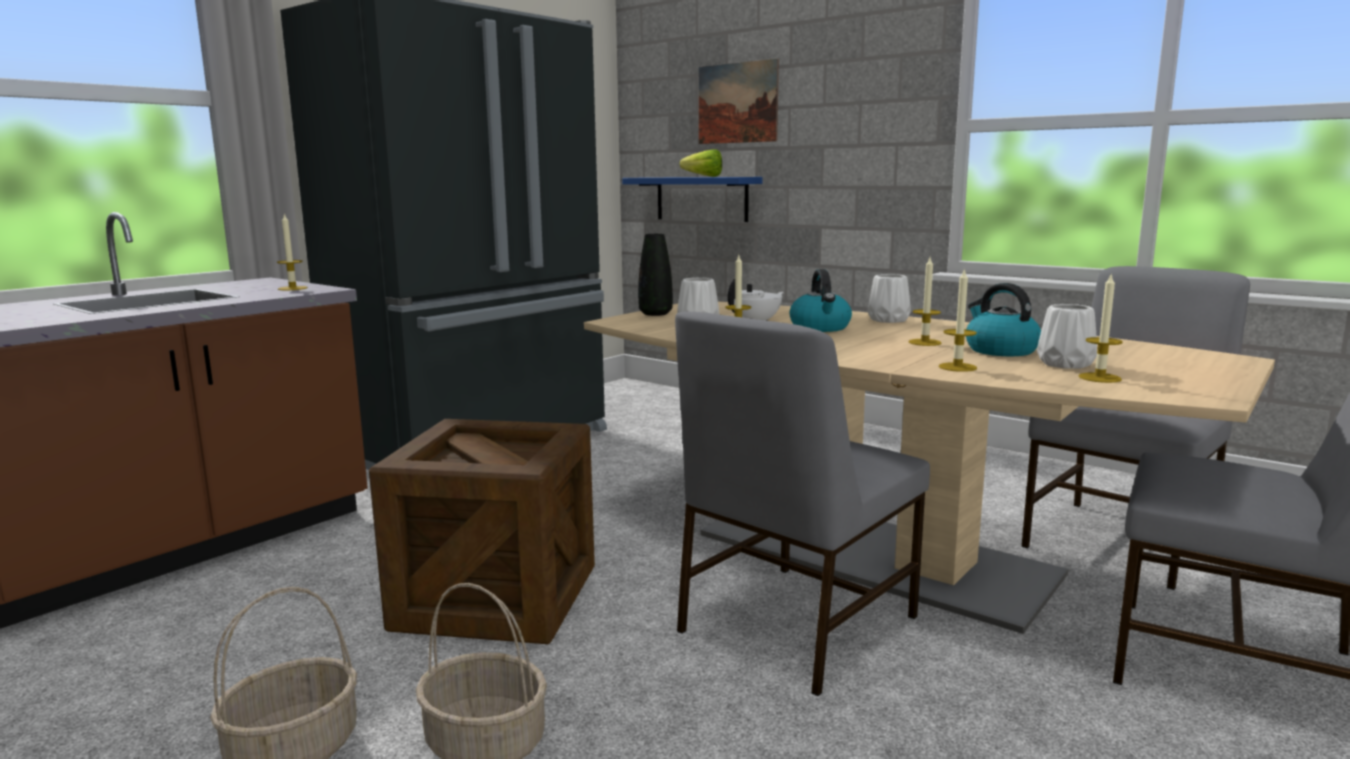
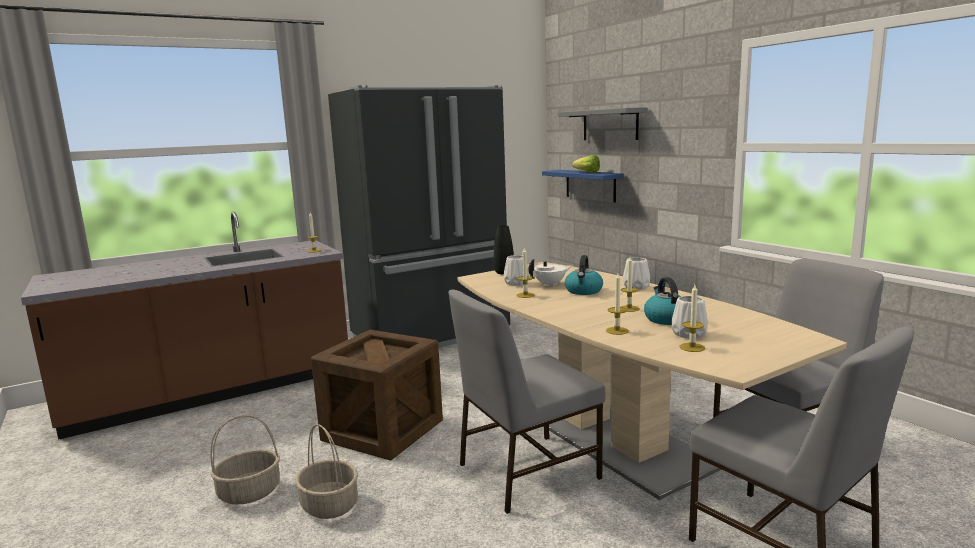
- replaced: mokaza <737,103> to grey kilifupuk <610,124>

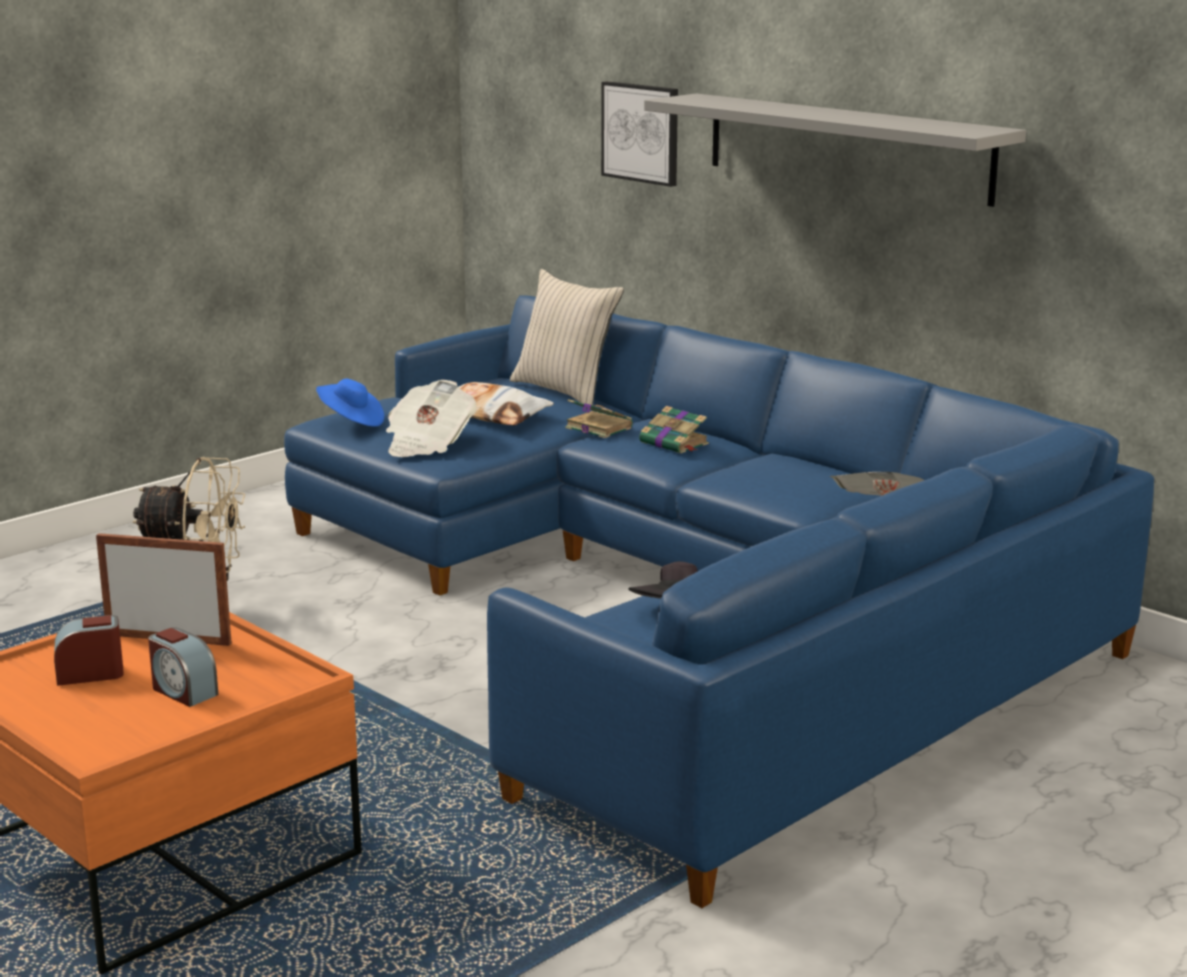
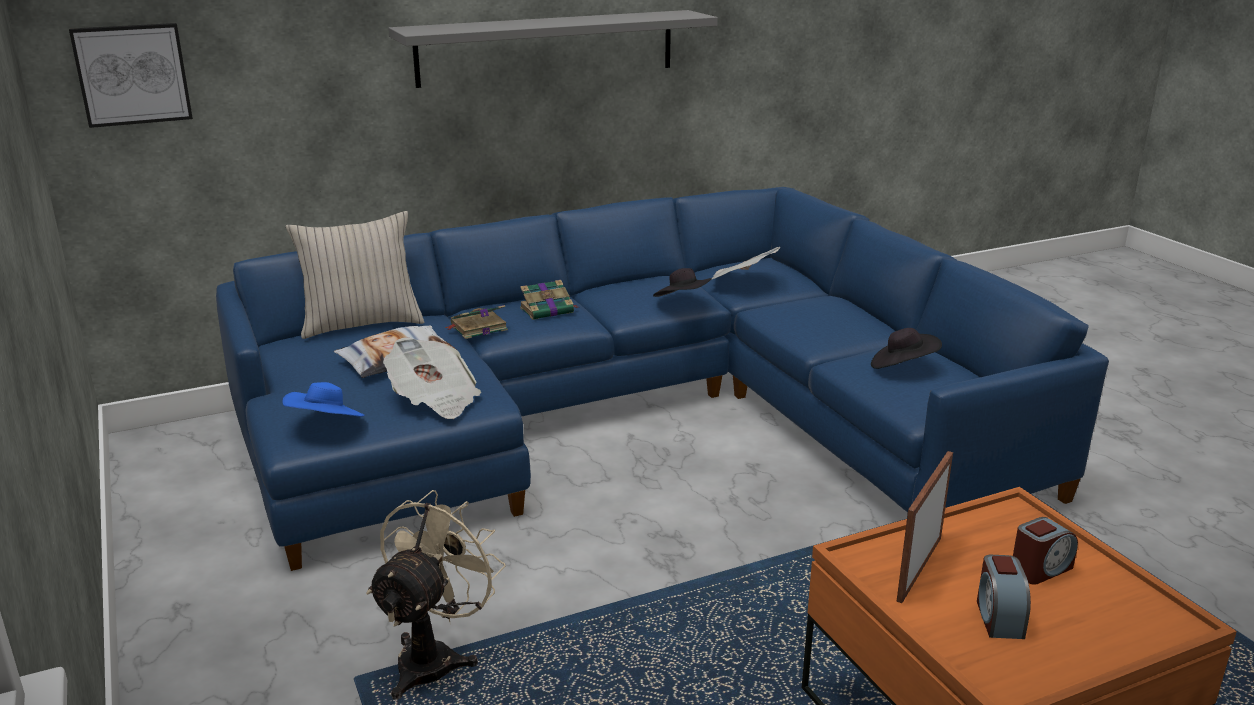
- added: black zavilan <683,302>
- moved: mokaza <641,133> to <132,74>

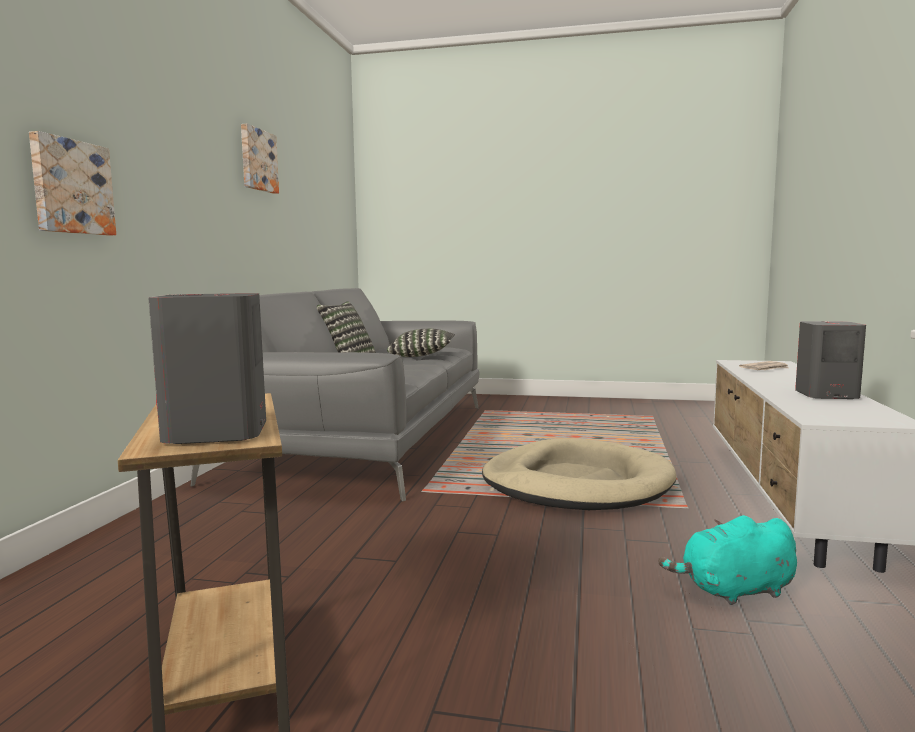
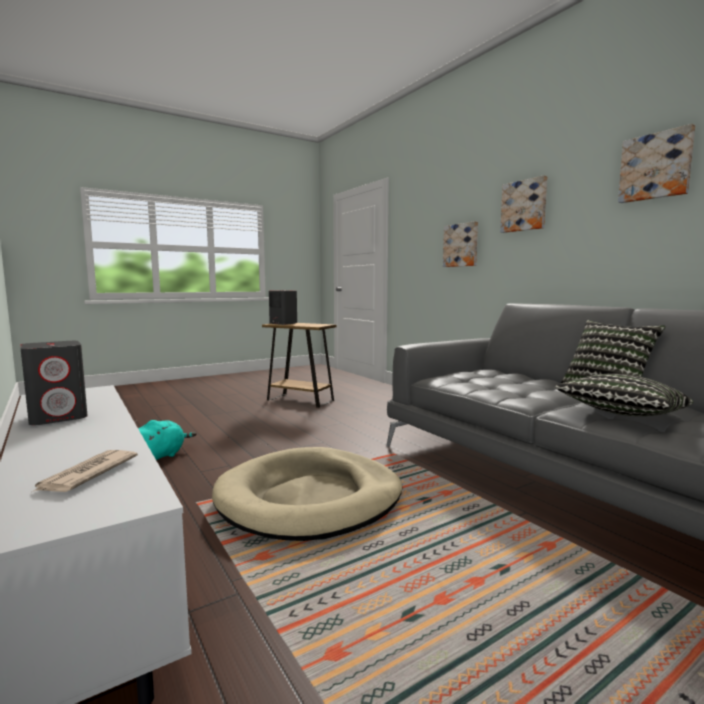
- added: mokaza <524,206>

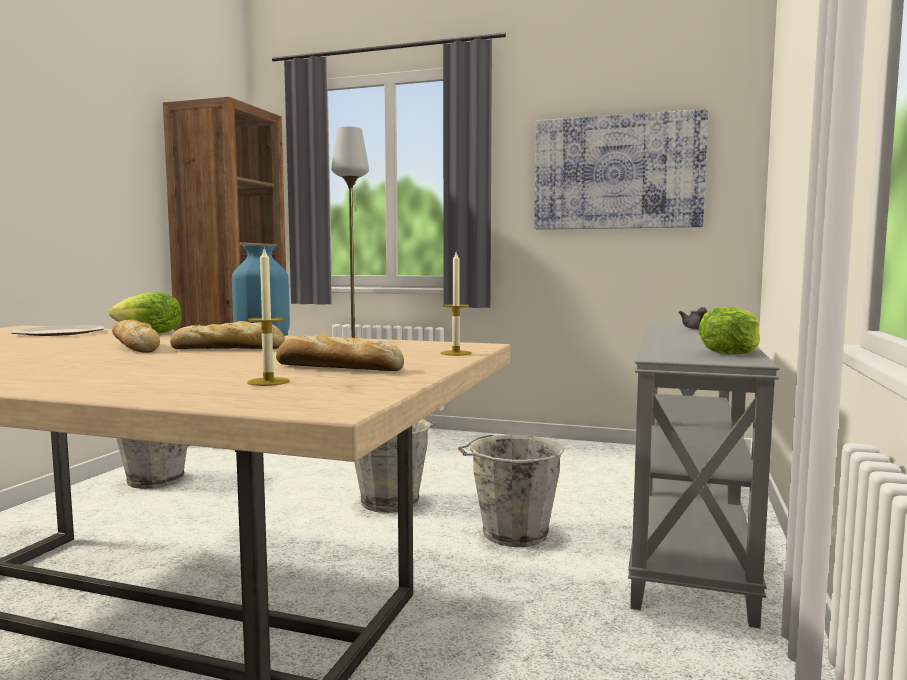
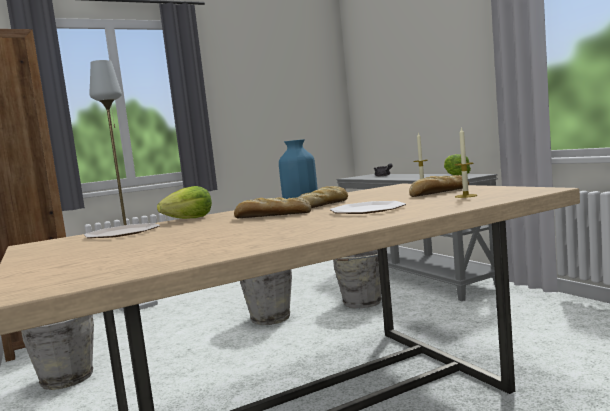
- removed: mokaza <617,173>
- added: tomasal <368,210>

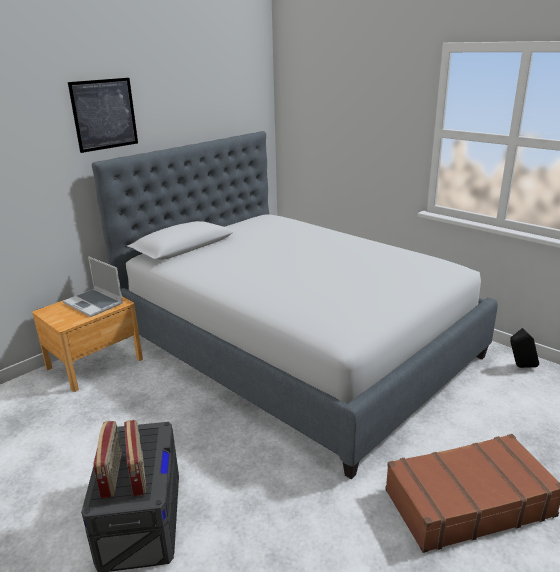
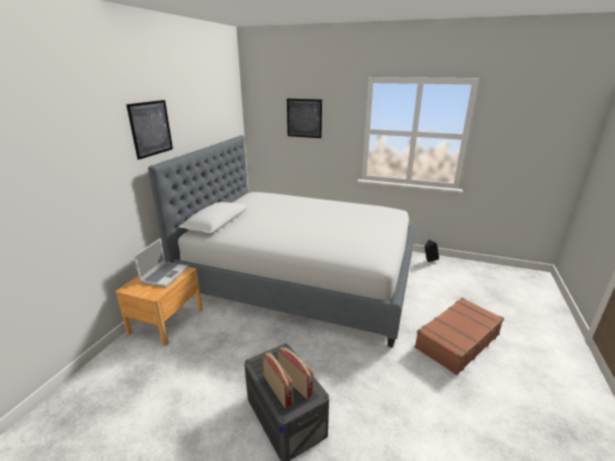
- added: mokaza <304,118>
- turned: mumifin <94,303> = <165,274> 90 degrees counterclockwise

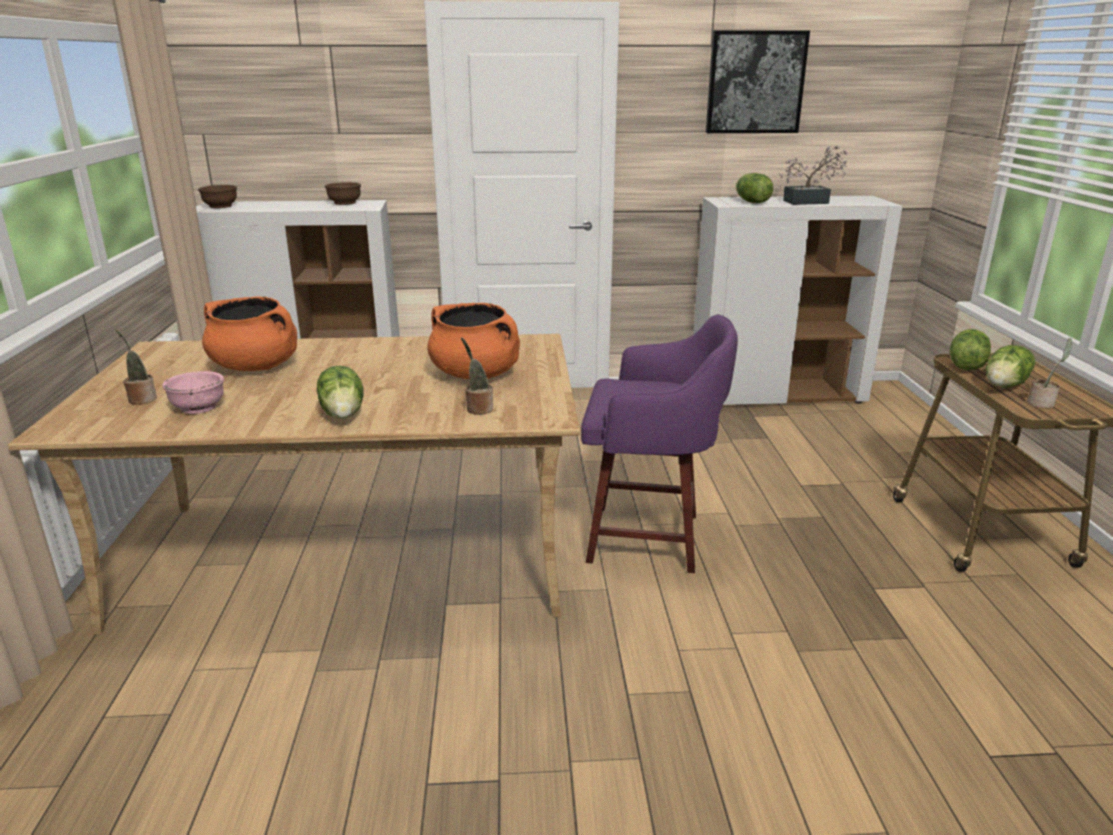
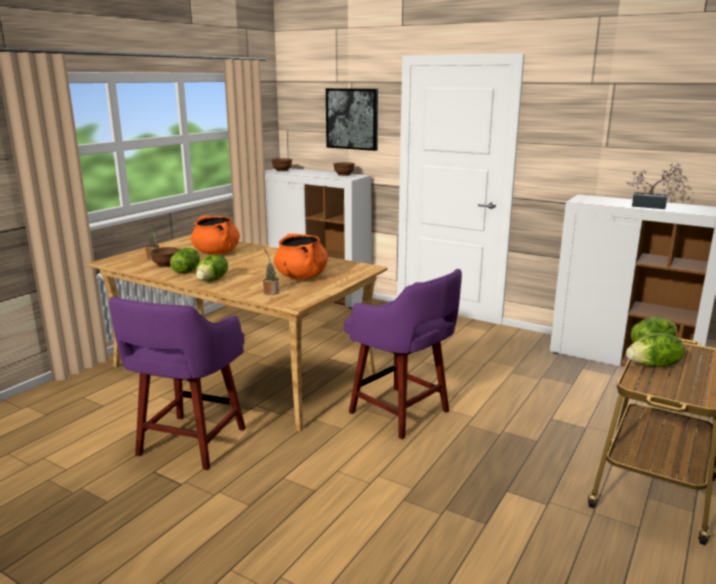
- removed: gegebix <1042,403>
- added: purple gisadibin <190,444>
- moved: mokaza <755,82> to <352,119>
- moved: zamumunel <751,202> to <186,271>
- recoloured: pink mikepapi <198,408> to brown mikepapi <165,265>

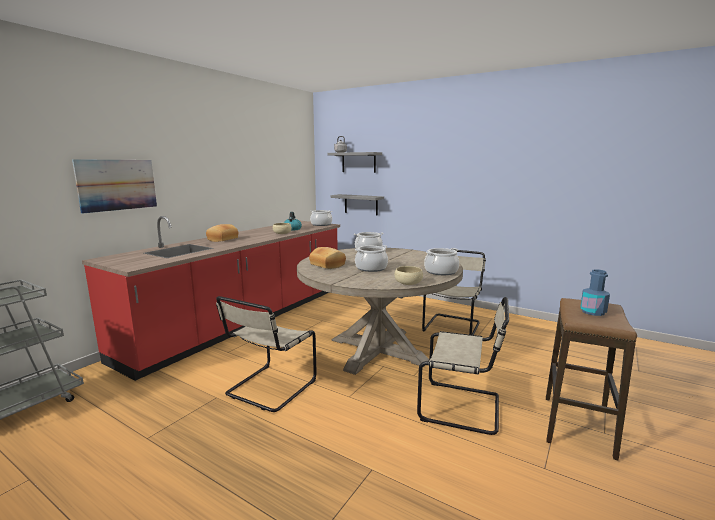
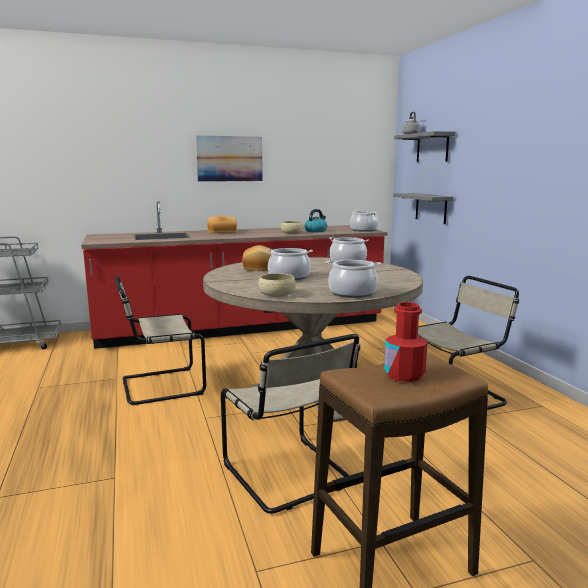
- moved: mokaza <117,185> to <229,158>
- recoloured: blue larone <593,312> to red larone <404,375>

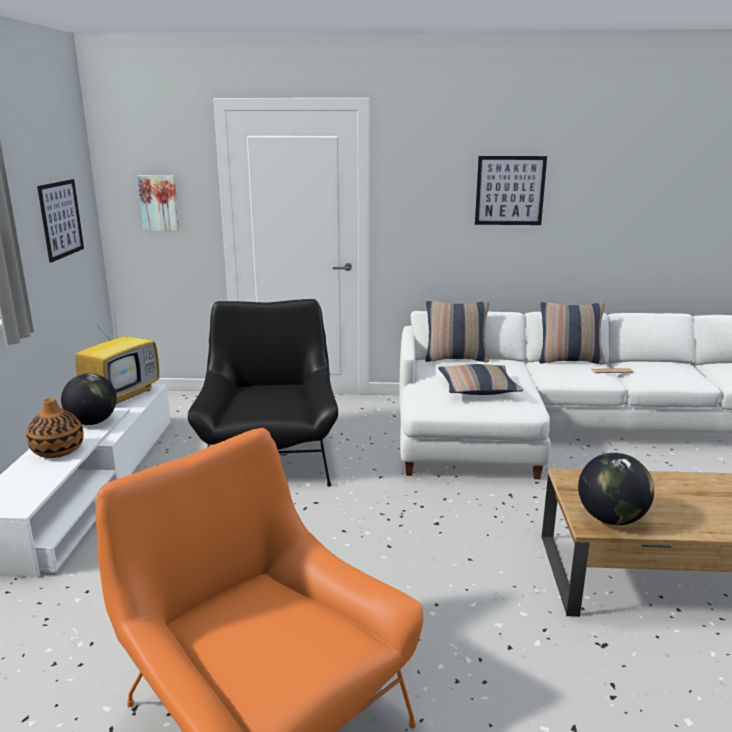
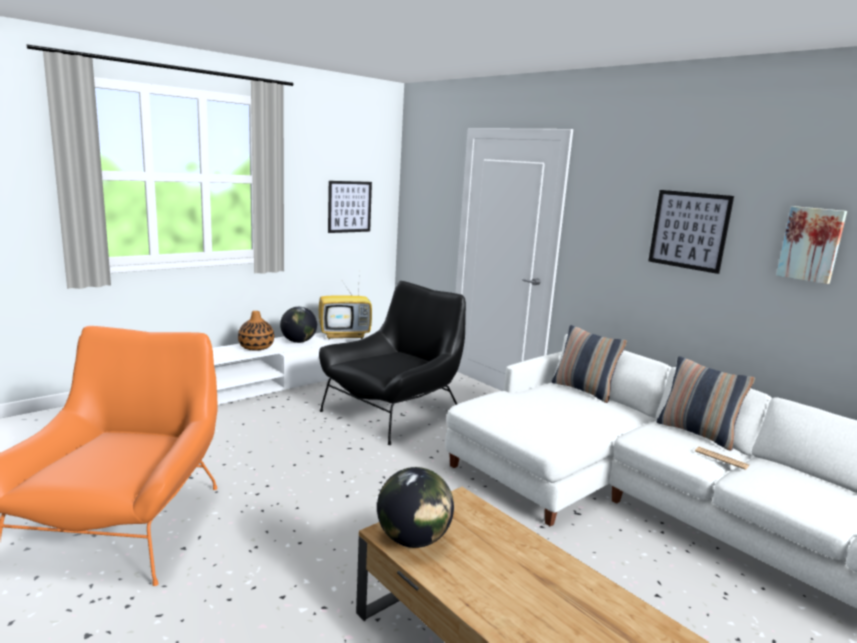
- removed: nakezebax <478,388>
- moved: mokaza <159,203> to <811,244>

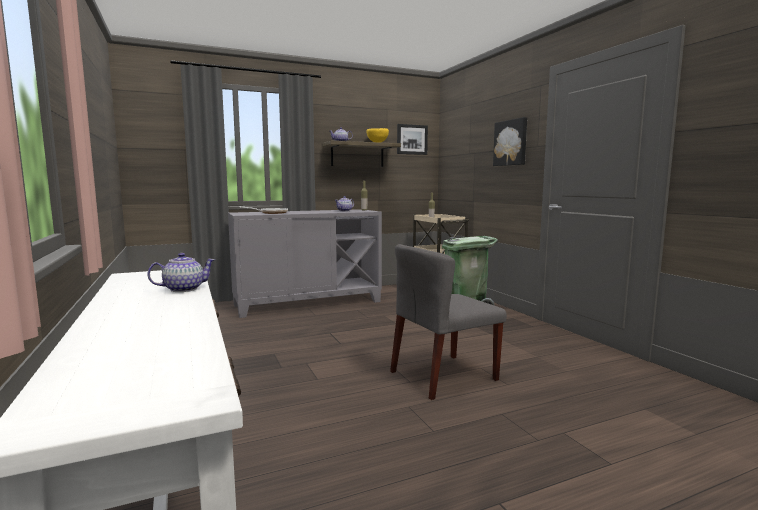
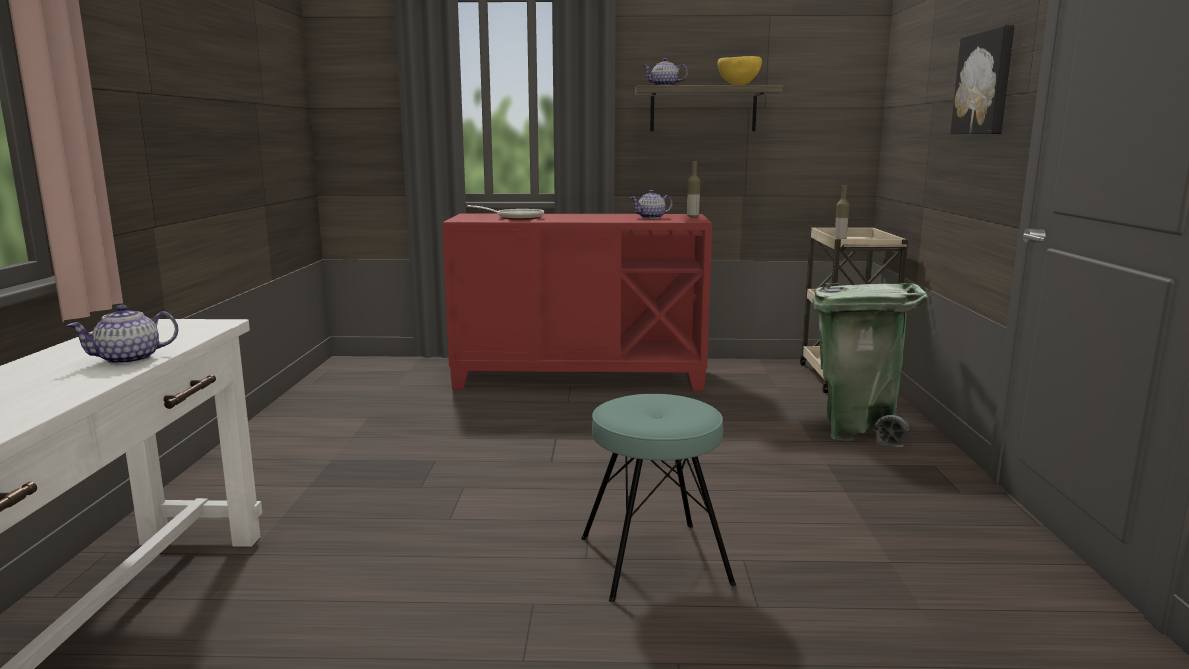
- removed: mokaza <411,139>
- replaced: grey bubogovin <443,376> to turquoise gisadibin <654,560>
- recoloured: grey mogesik <308,303> to red mogesik <579,377>
- turned: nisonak <183,289> = <130,359> 150 degrees clockwise

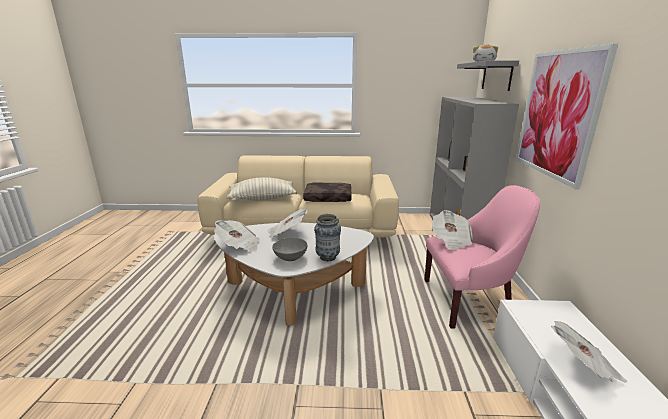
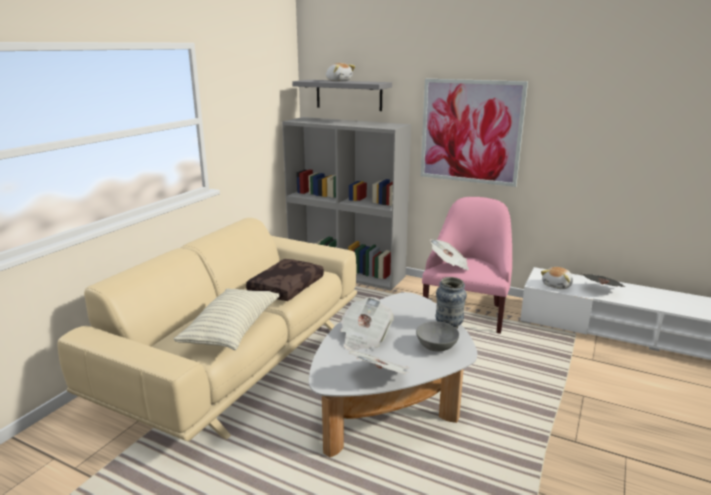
- added: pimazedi <557,285>

